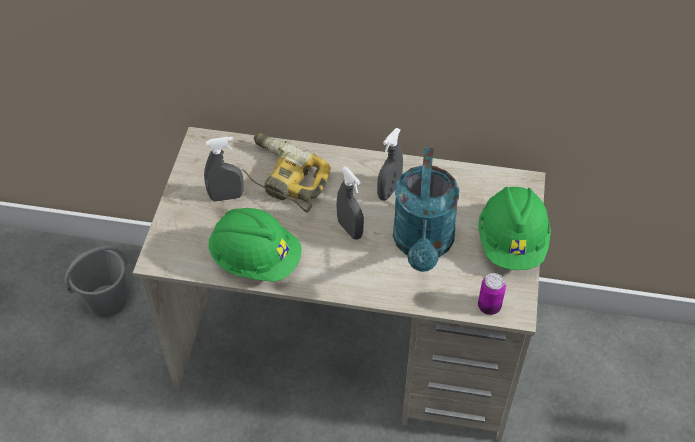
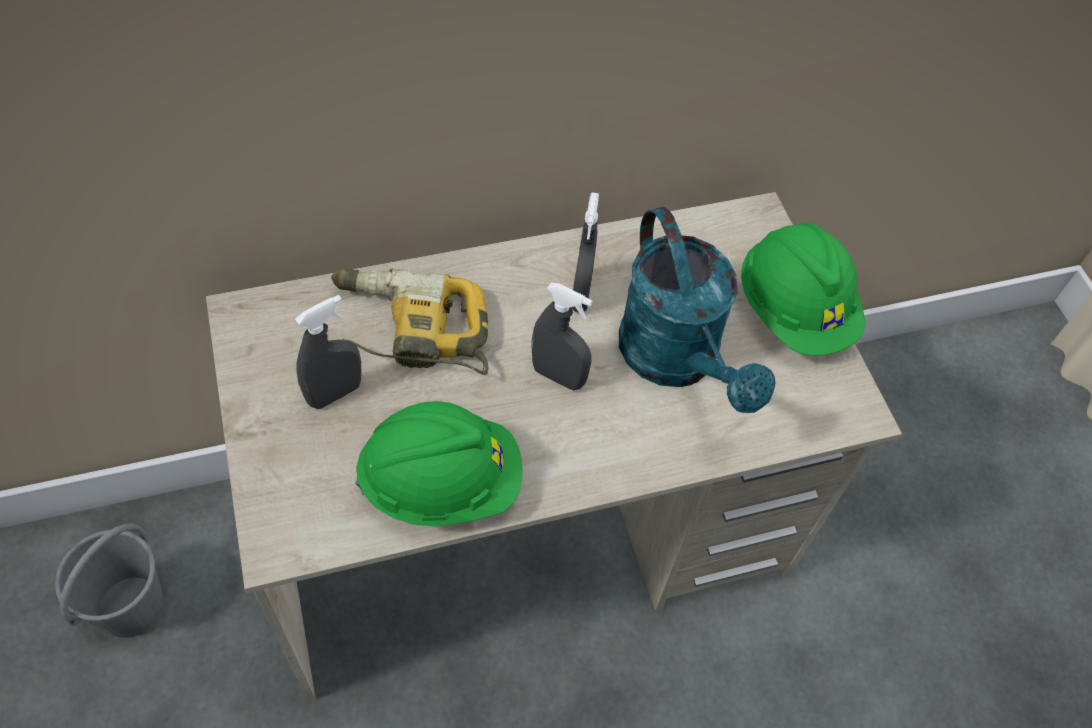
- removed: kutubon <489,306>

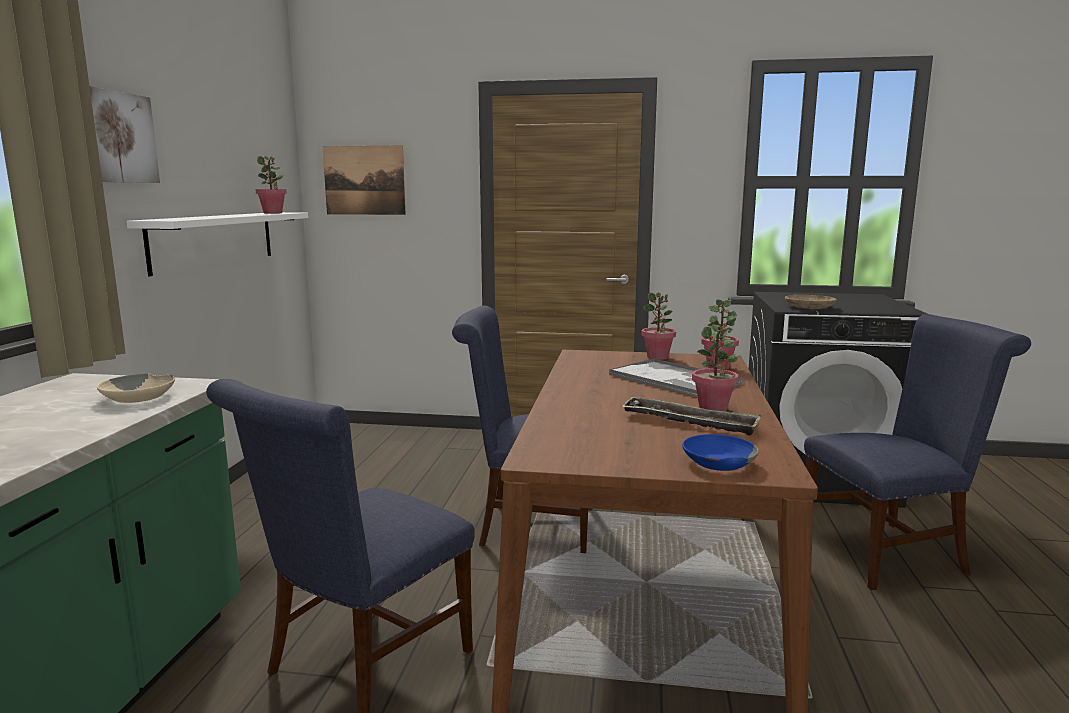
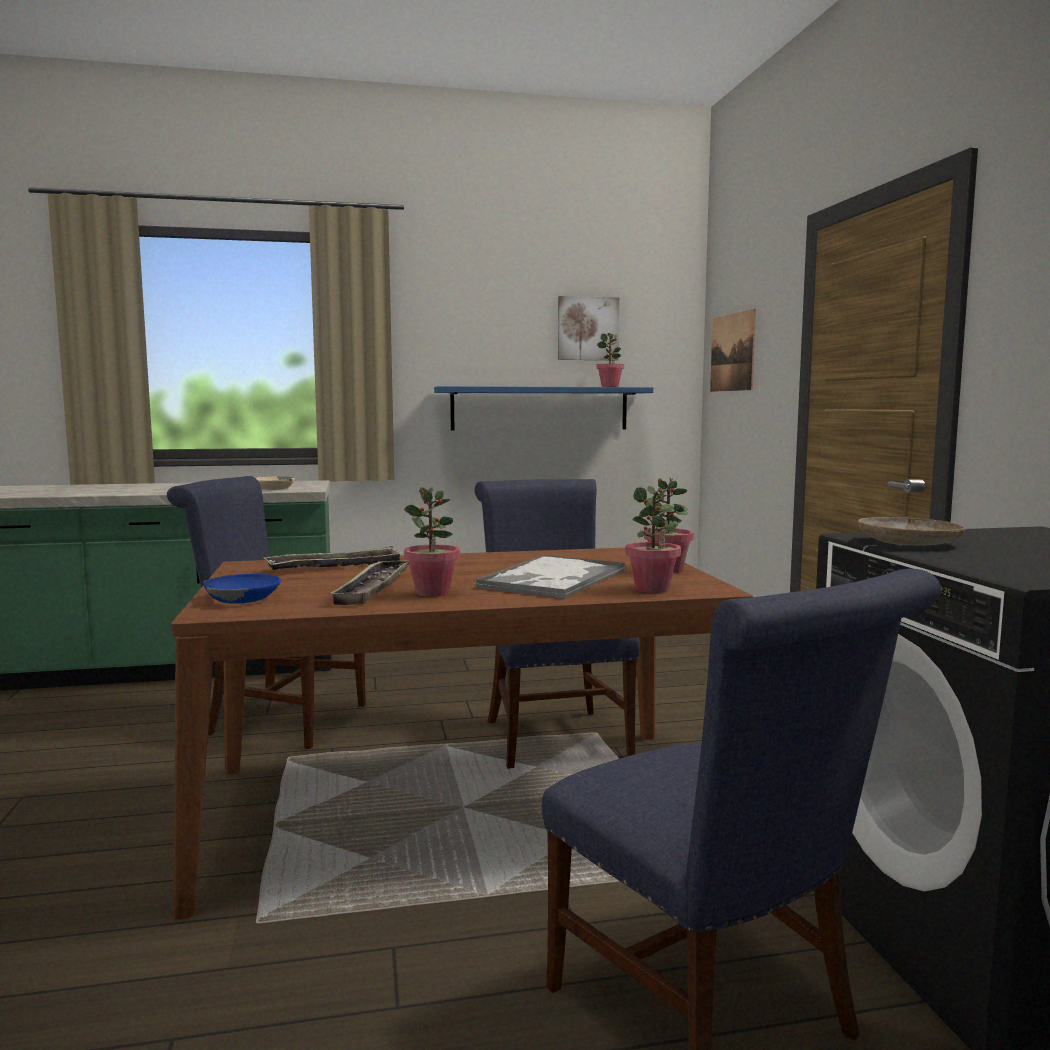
- added: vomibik <335,566>
- moved: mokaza <119,137> to <587,328>
- recoloured: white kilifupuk <214,240> to blue kilifupuk <540,408>

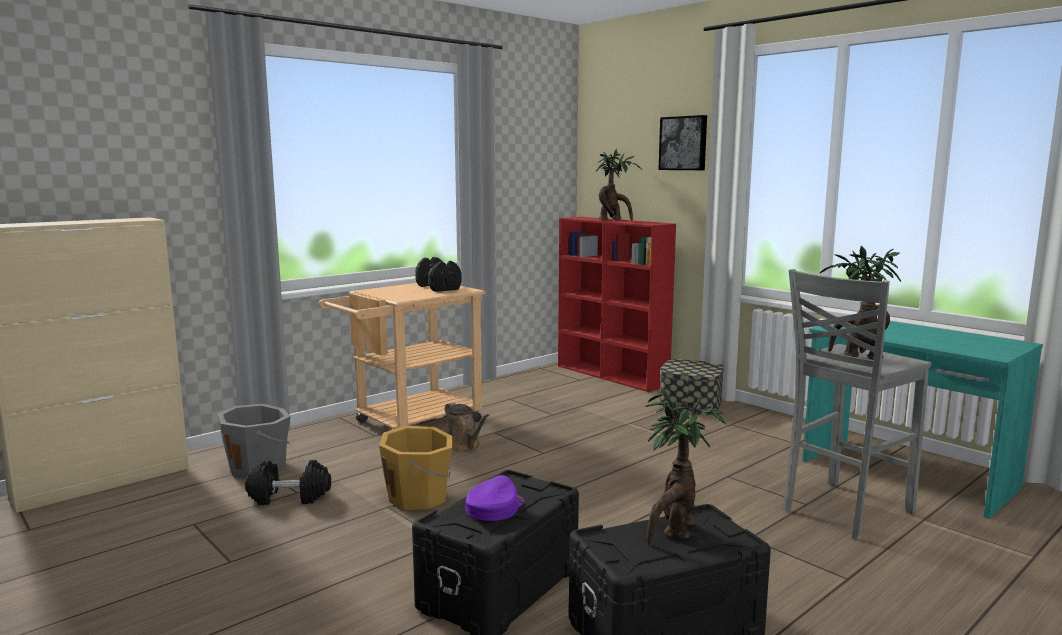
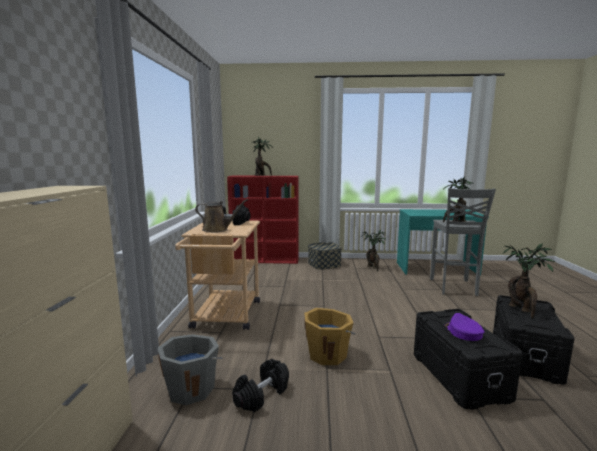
- removed: mokaza <684,143>
- added: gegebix <373,268>
- moved: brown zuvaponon <463,446> to <217,230>

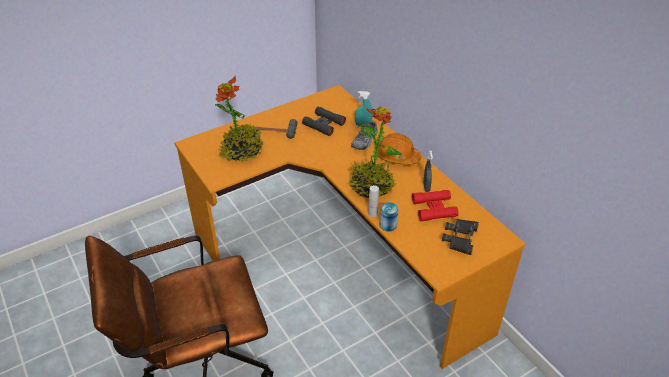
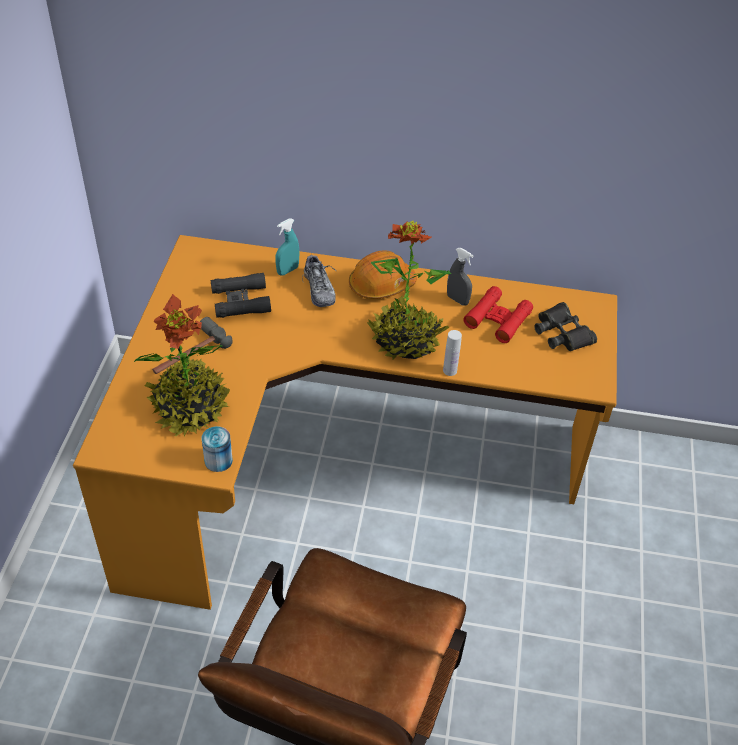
- moved: kutubon <388,225> to <218,460>

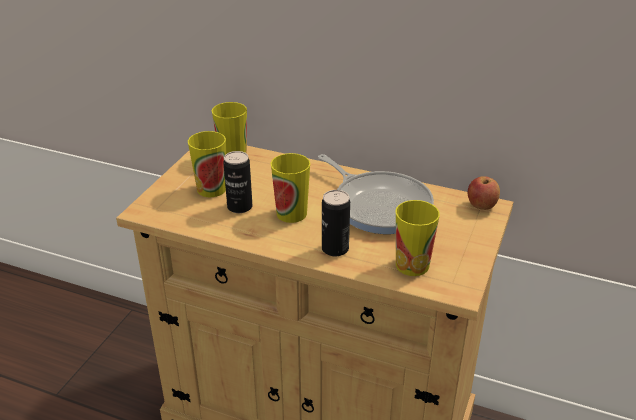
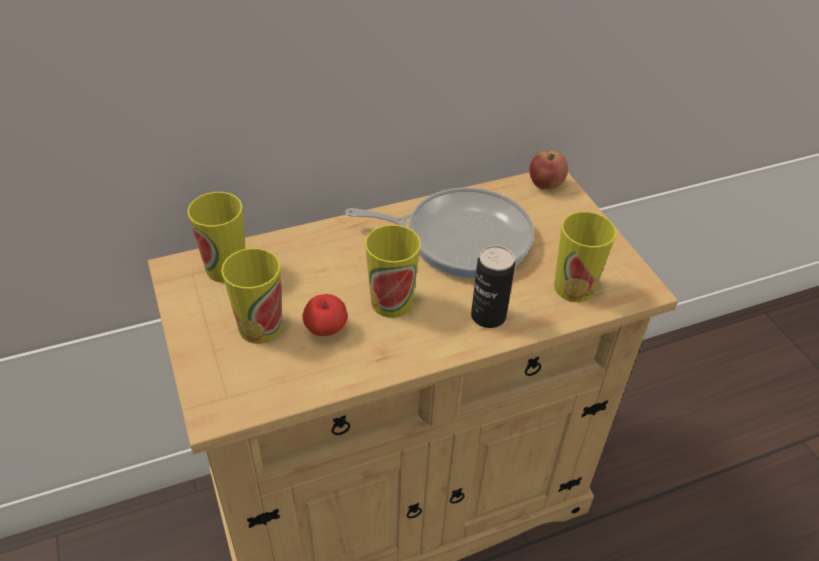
- replaced: kutubon <240,207> to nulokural <325,330>

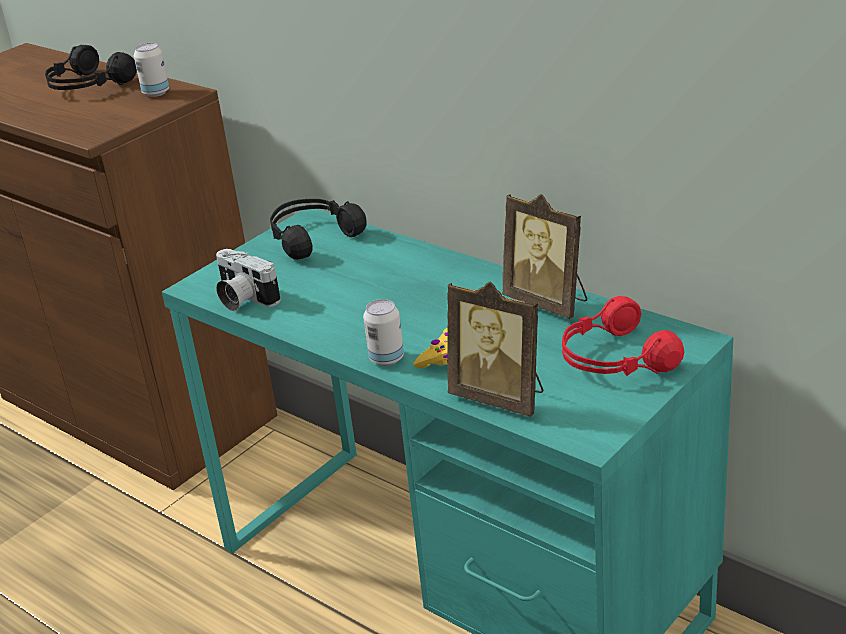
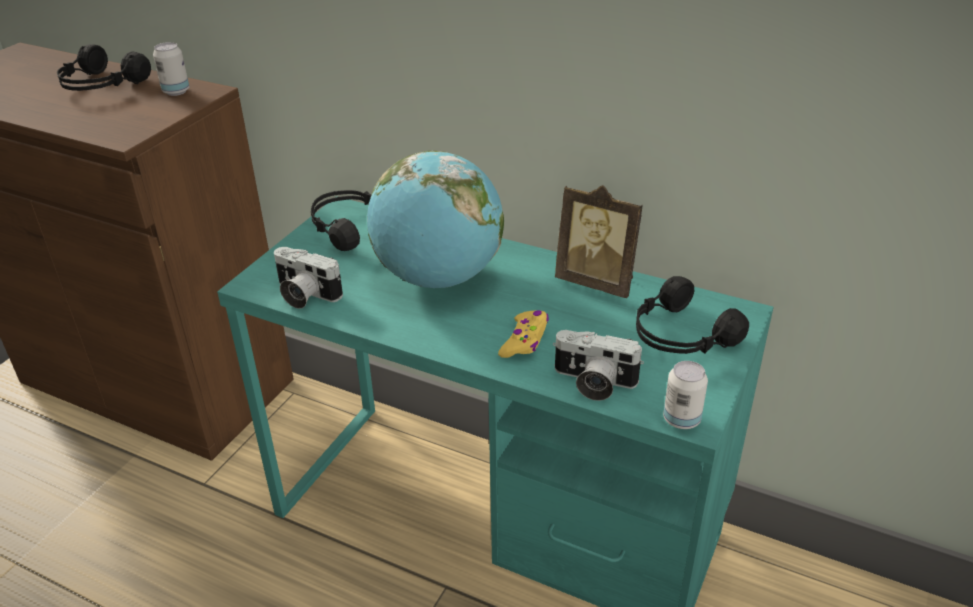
- added: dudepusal <439,277>
- moved: kutubon <386,359> to <681,420>
- replaced: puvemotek <500,397> to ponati <593,383>
- recoloured: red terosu <613,359> to black terosu <680,336>

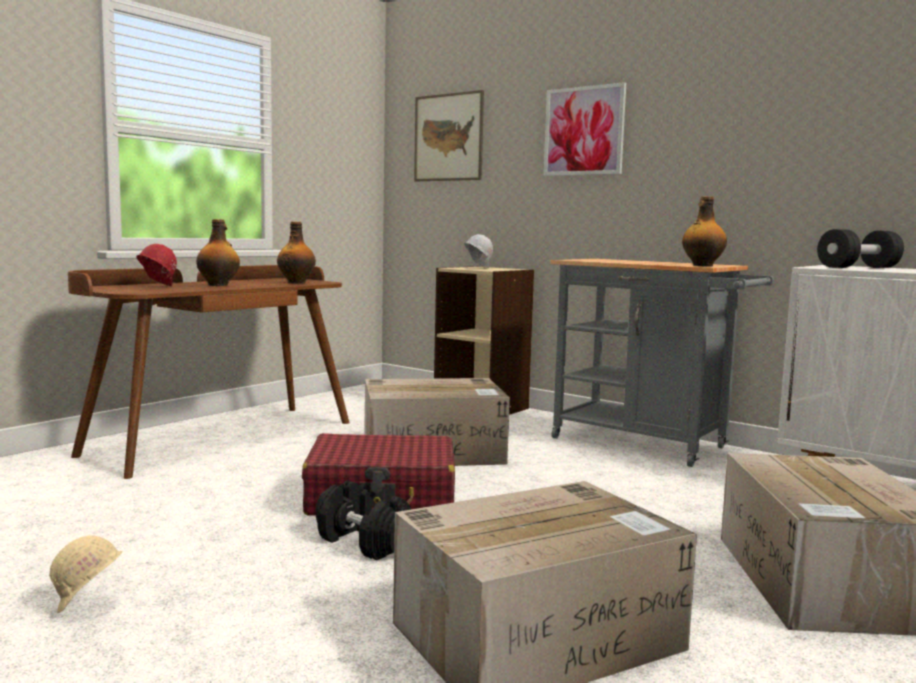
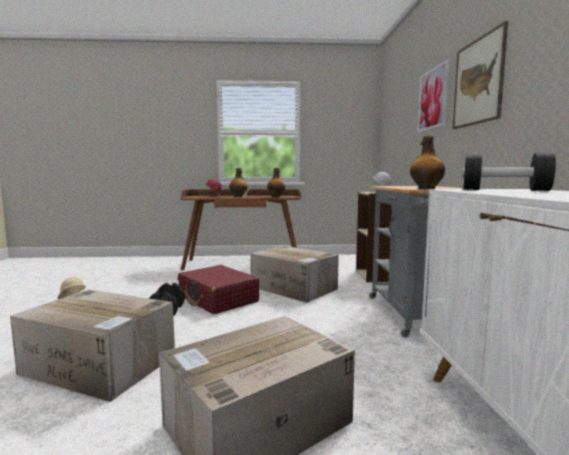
- moved: mokaza <448,137> to <478,81>

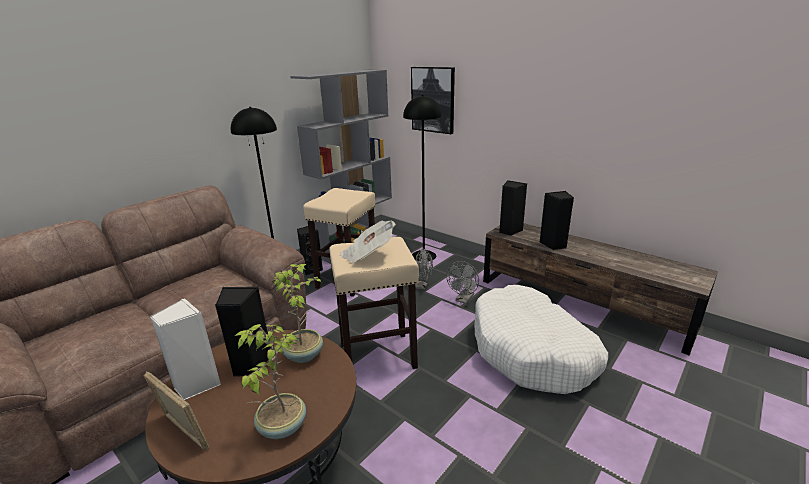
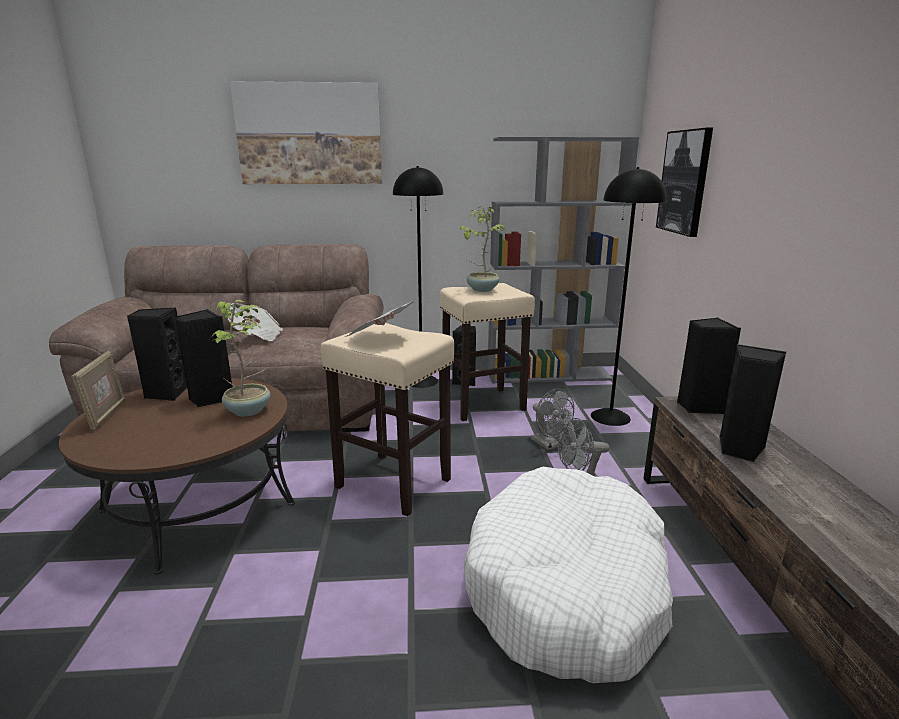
- added: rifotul <256,335>
- added: mokaza <309,134>
- moved: gegebix <281,427> to <481,289>
- recoloured: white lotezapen <196,384> to black lotezapen <166,393>

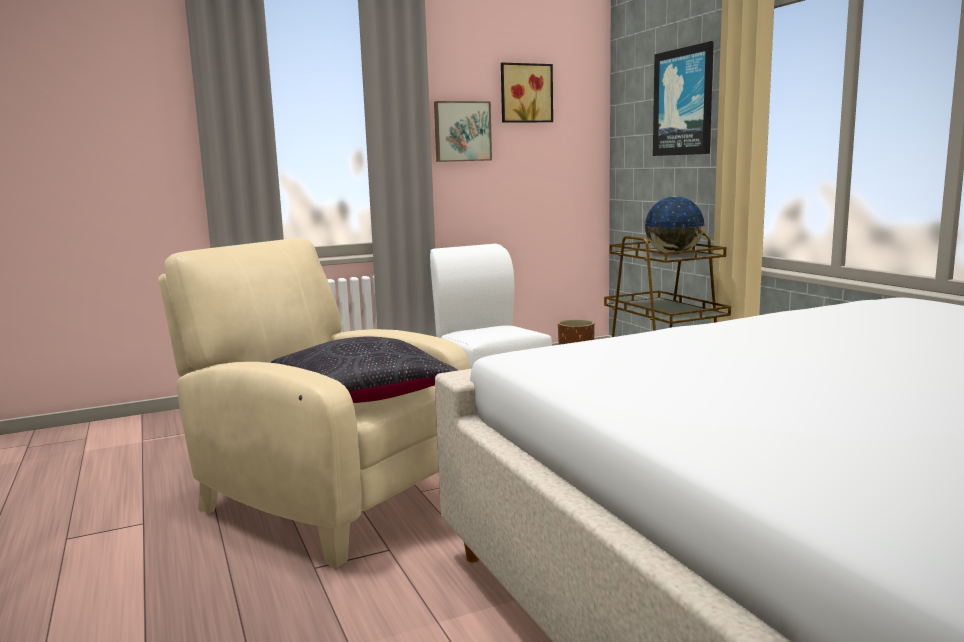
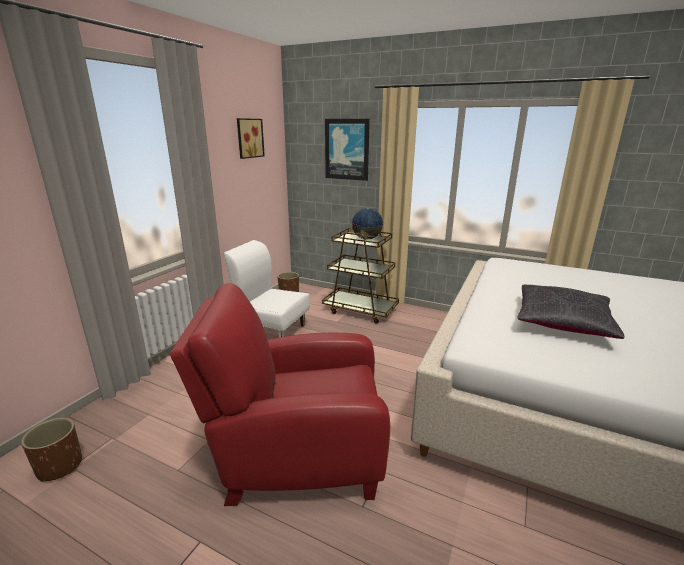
- removed: mokaza <462,131>
- added: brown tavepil <59,467>
- moved: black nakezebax <364,394> to <562,322>
- recoloured: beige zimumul <325,499> to red zimumul <296,454>

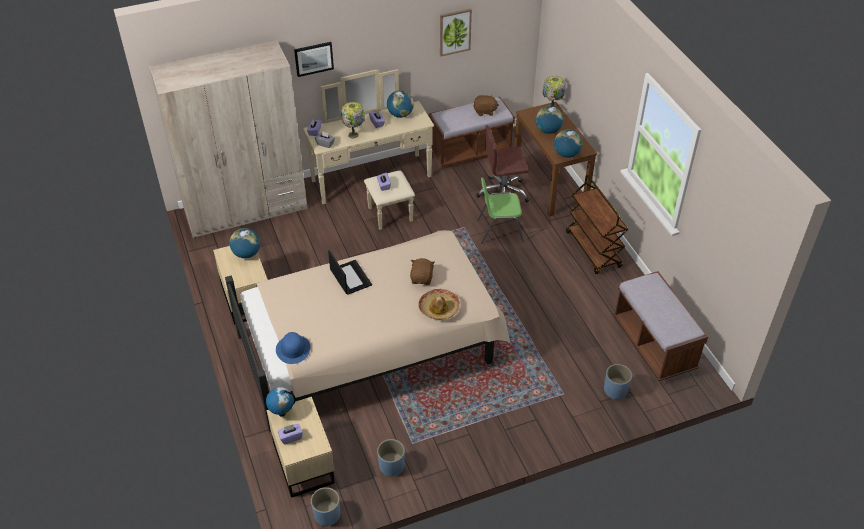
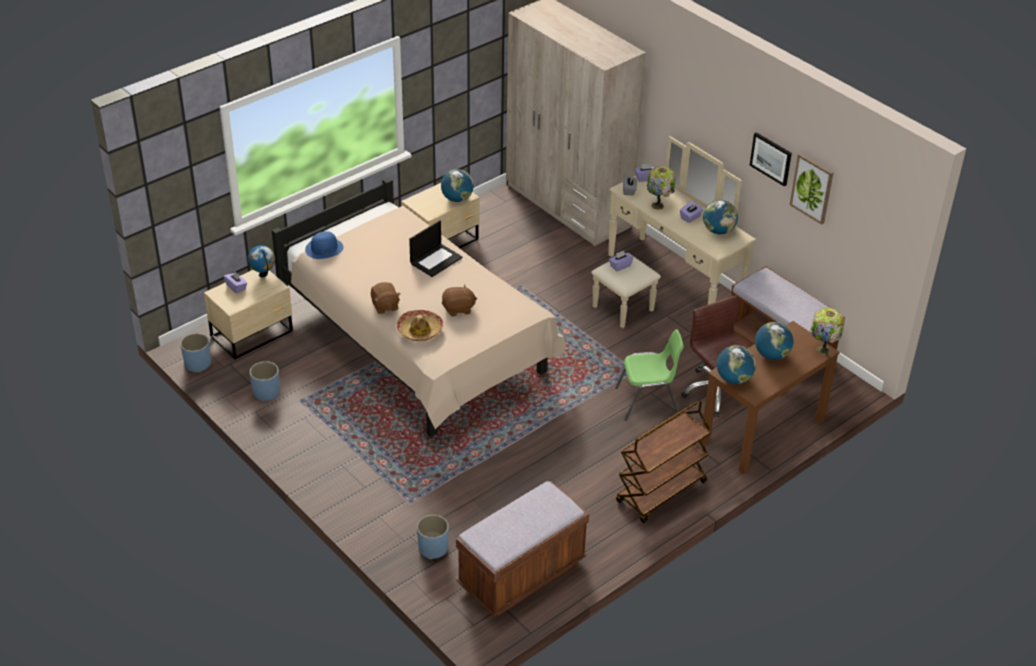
- moved: mokaza <313,58> to <771,158>
- moved: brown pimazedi <485,111> to <385,306>
- turned: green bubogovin <499,230> = <648,401> 105 degrees clockwise

